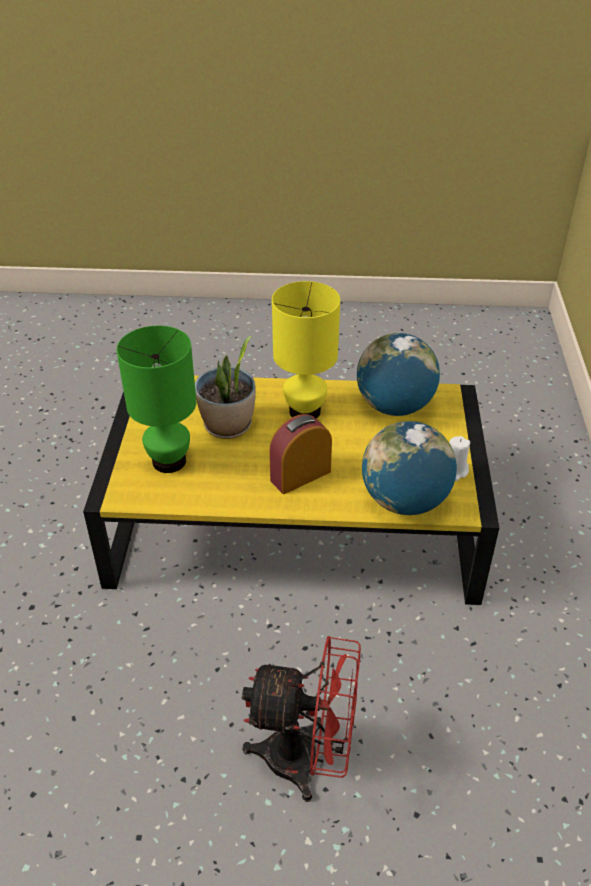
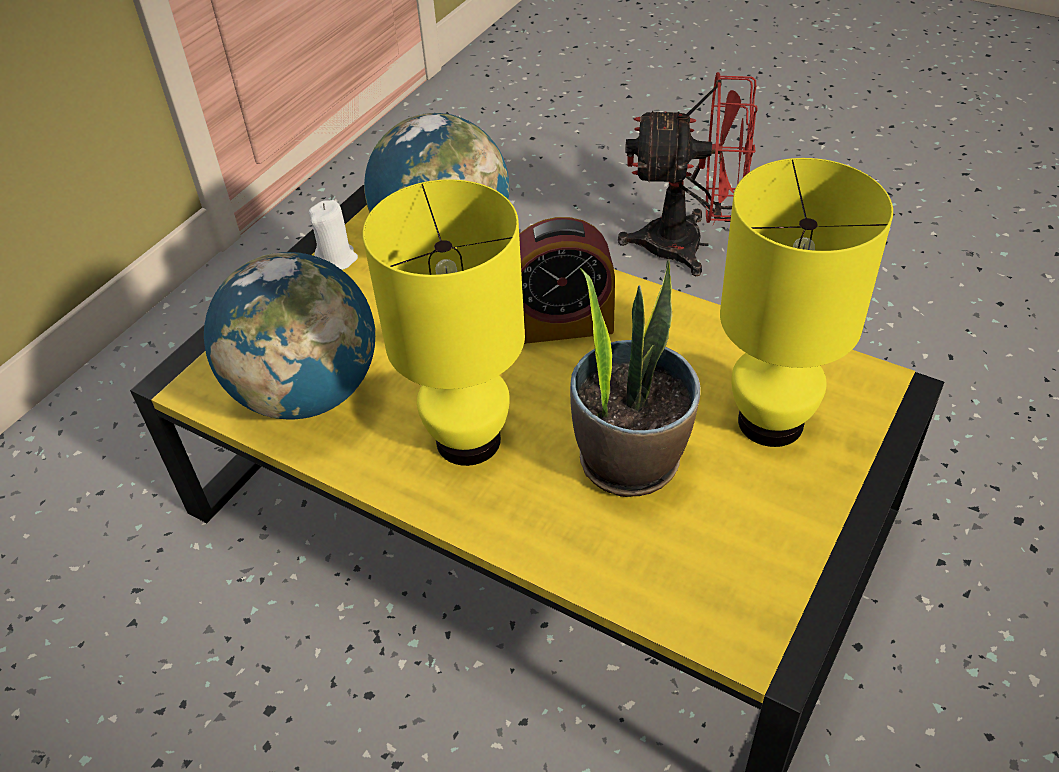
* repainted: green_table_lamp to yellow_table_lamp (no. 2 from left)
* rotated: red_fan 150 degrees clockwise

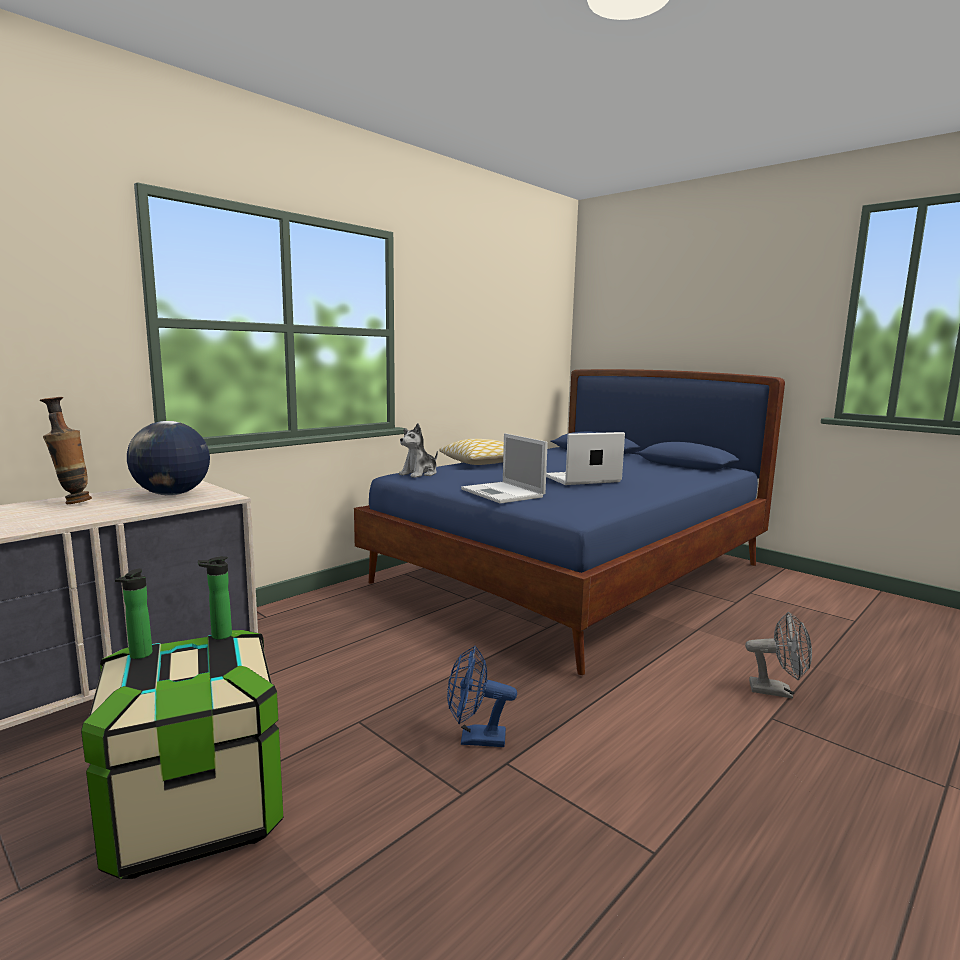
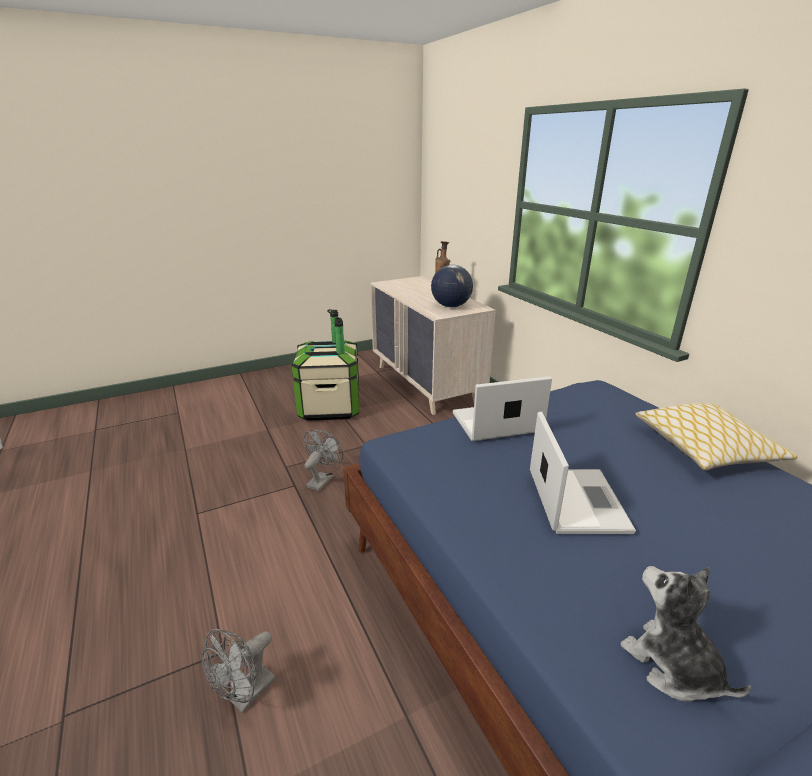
* shifted: plush_toy
* repainted: blue_fan to grey_fan (no. 2 from left)

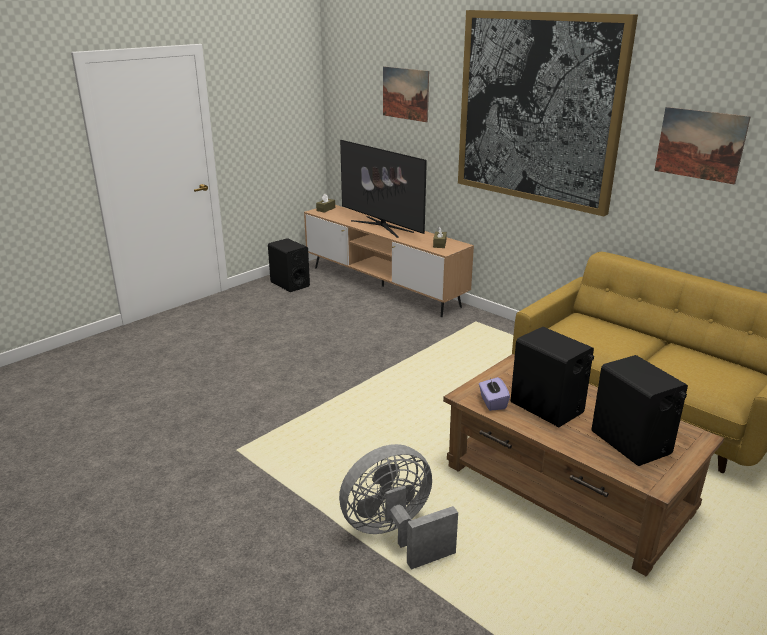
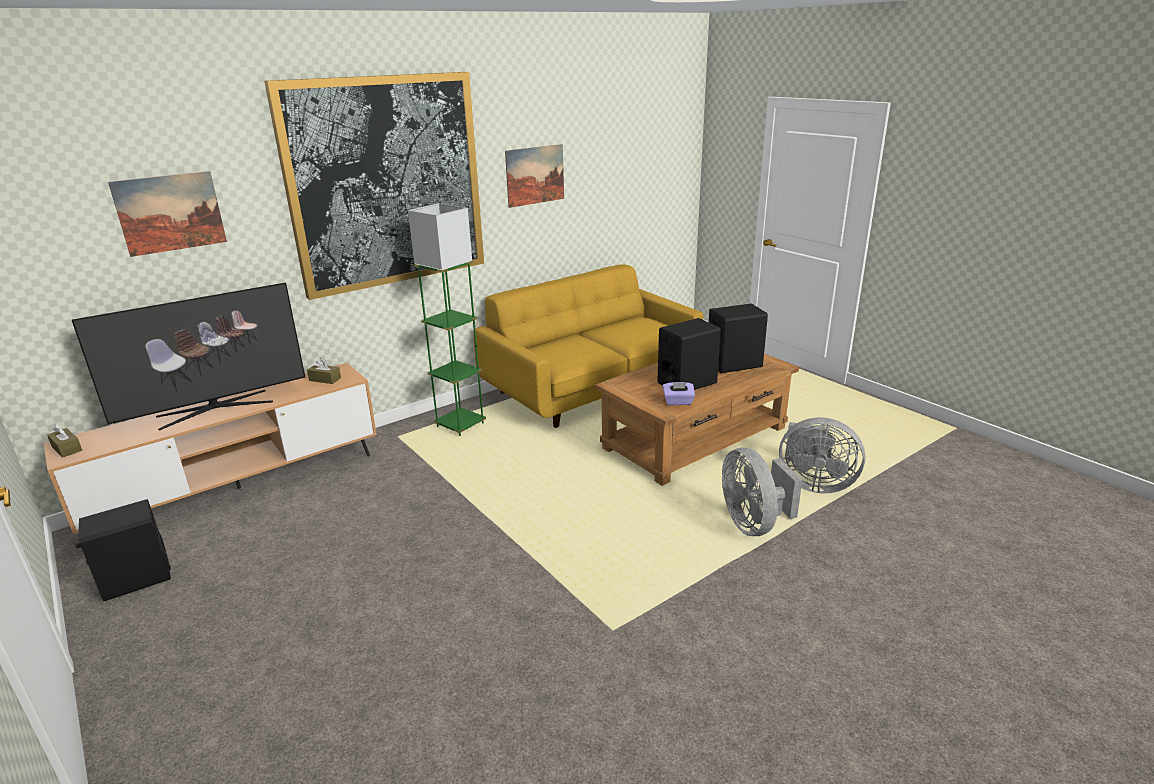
* new: green_floor_lamp
* new: grey_fan (no. 2 from left)

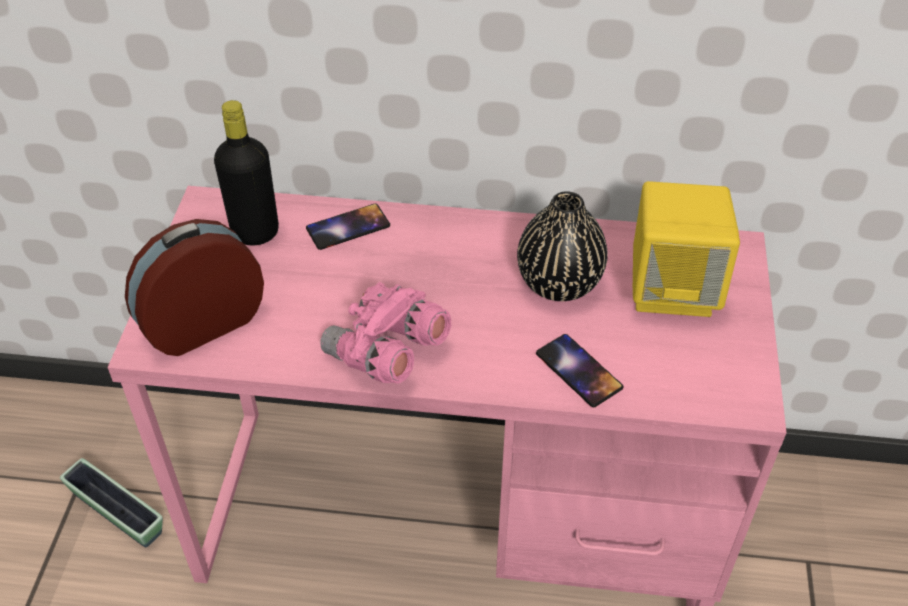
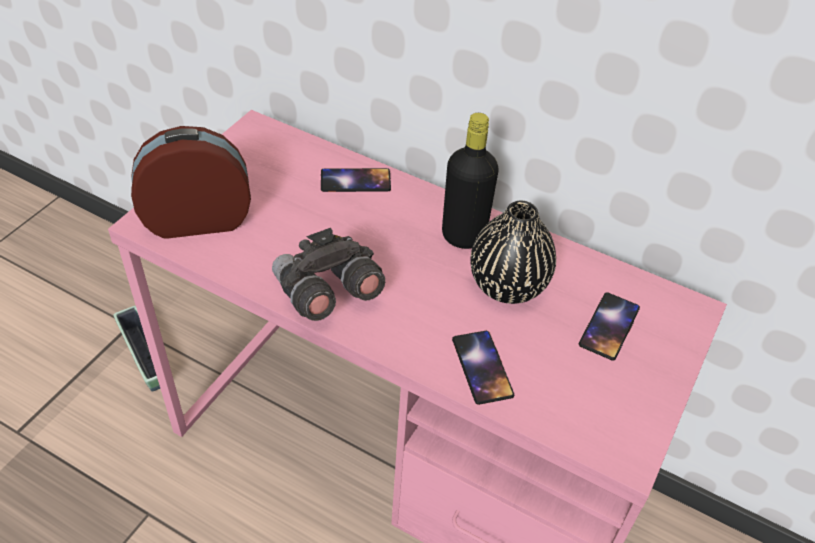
* shifted: black_bottle
* repainted: pink_binoculars to grey_binoculars
* swapped: yellow_speaker to phone (no. 3 from left)

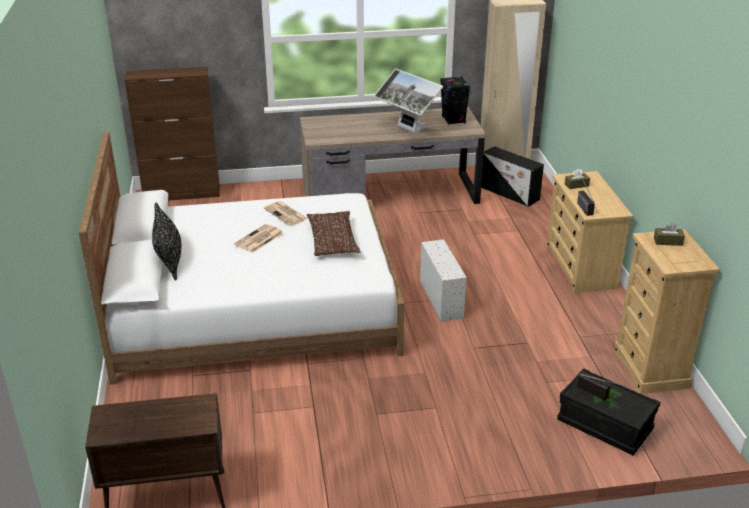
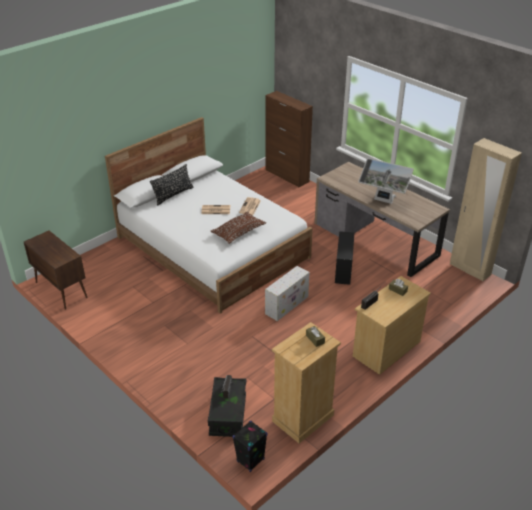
* rotated: monitor 75 degrees counterclockwise
* shifted: black_speaker
* shifted: black_storage_box (no. 1 from left in the first image) to black_storage_box (no. 2 from left)

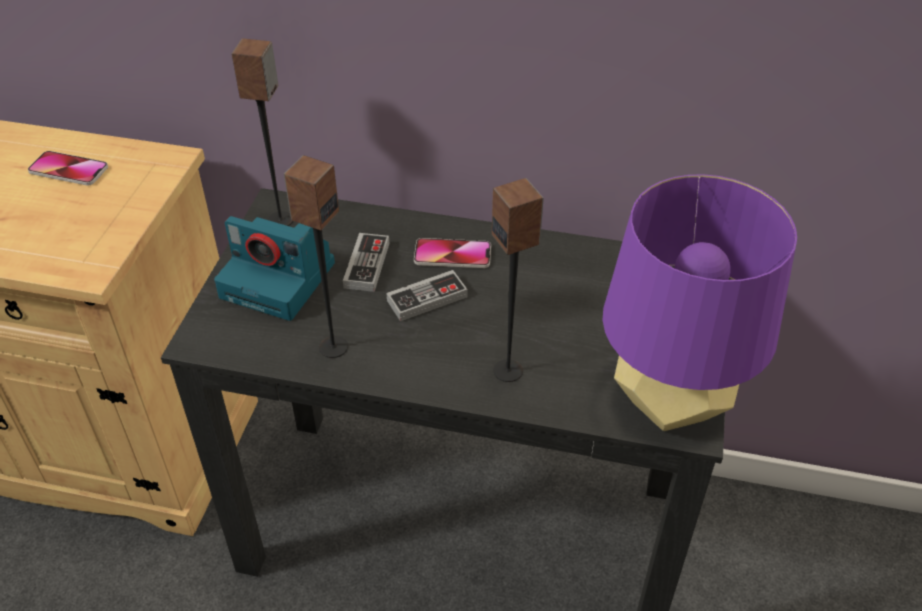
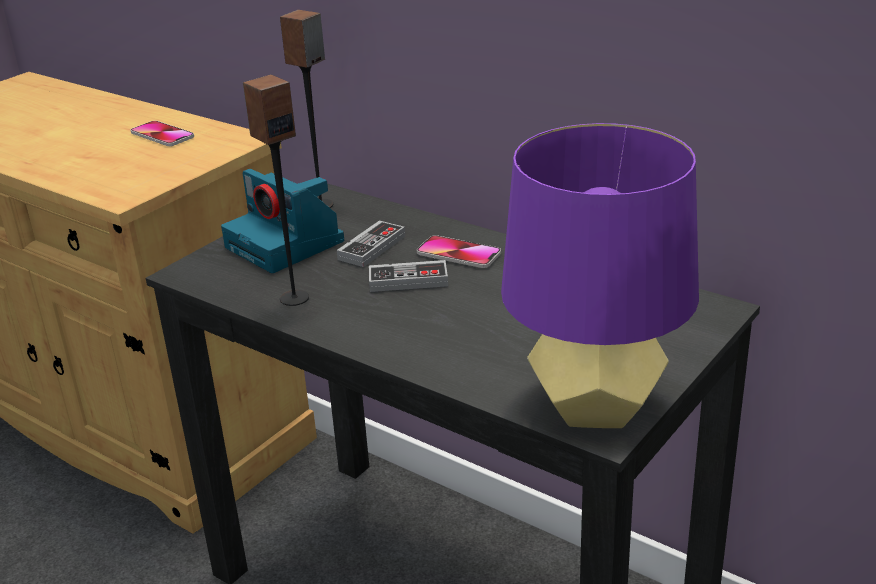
* gone: speaker (no. 3 from left)

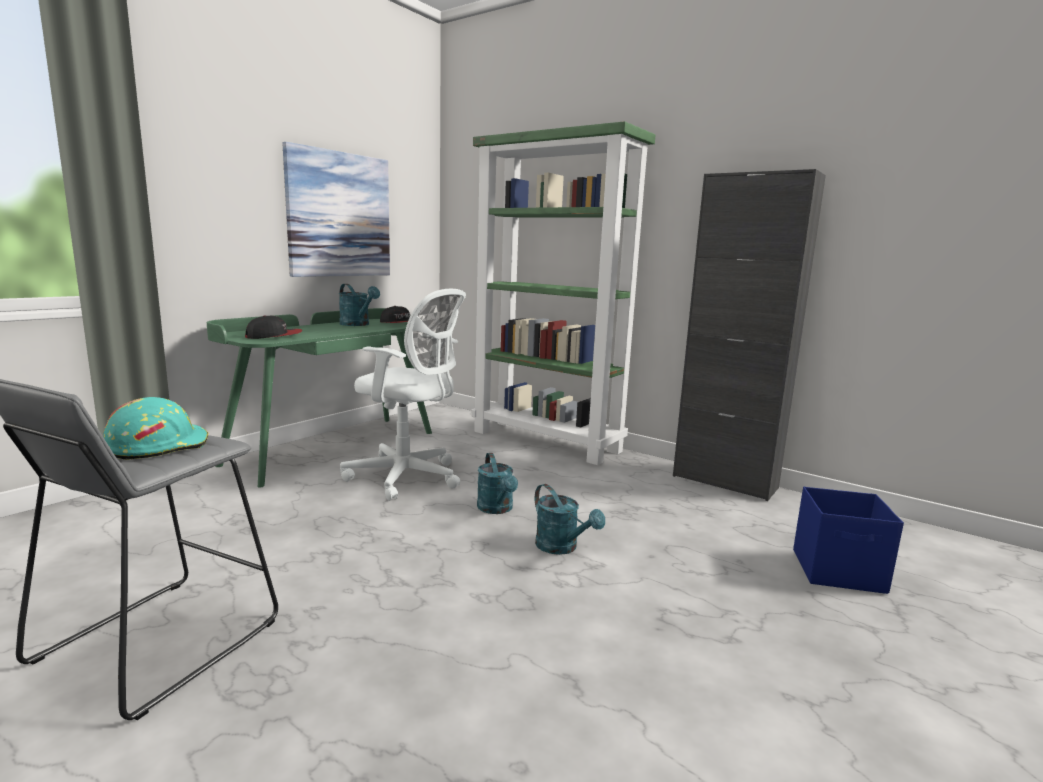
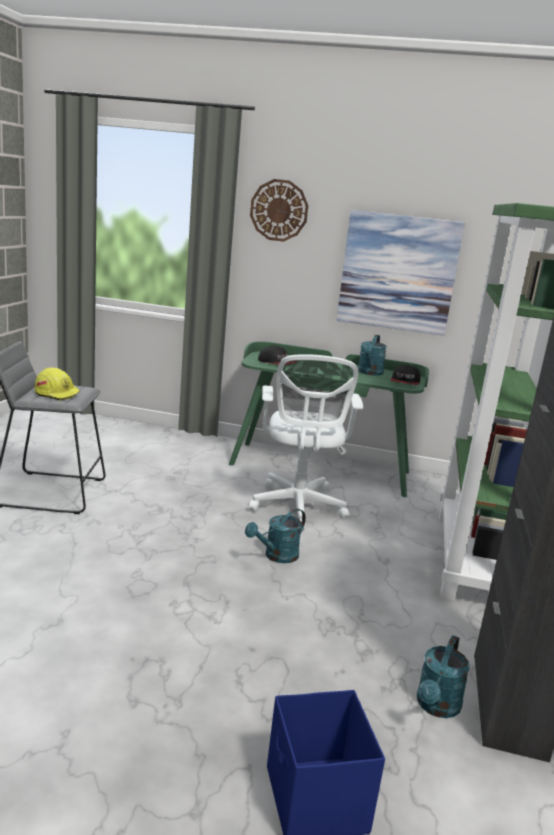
* repainted: turquoise_hard_hat to yellow_hard_hat
* shifted: turquoise_watering_can (no. 3 from left)
* new: wall_clock

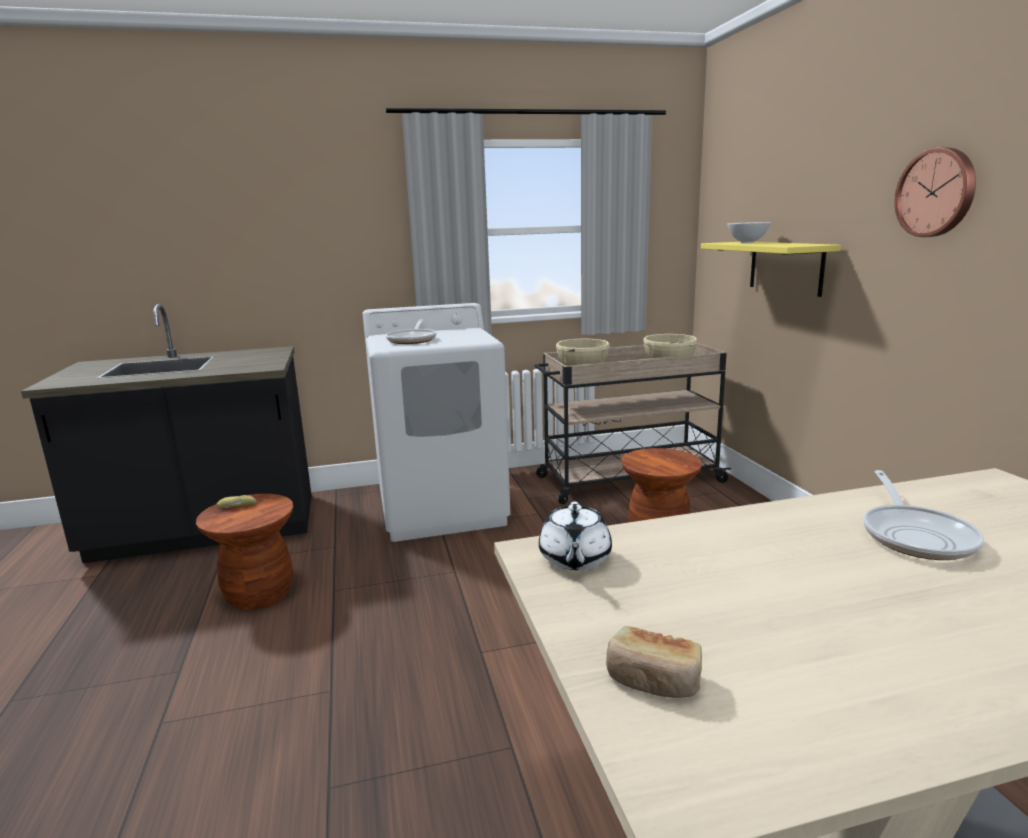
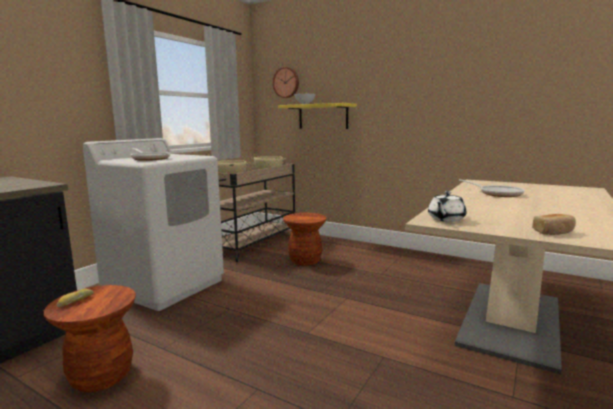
* rotated: white_teapot 75 degrees clockwise
* shifted: wall_clock

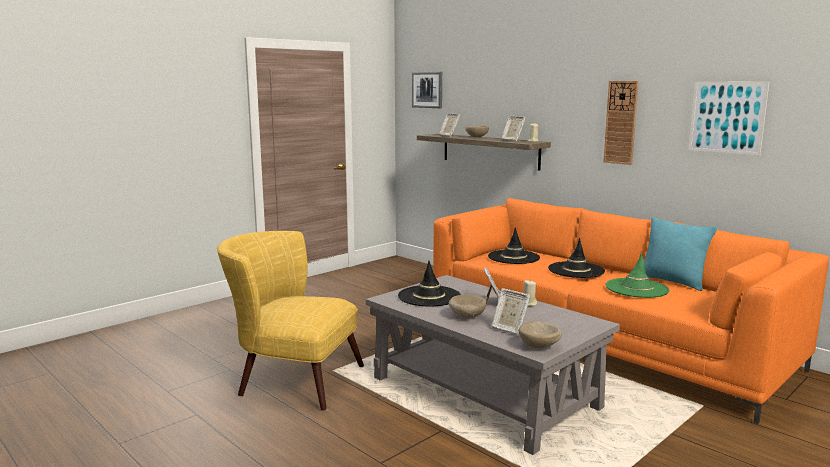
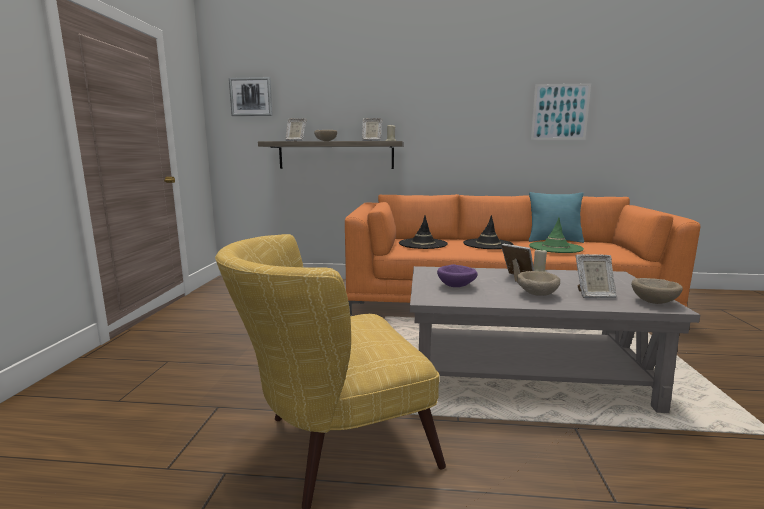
* swapped: black_hat (no. 1 from left) to purple_bowl
* gone: wall_clock

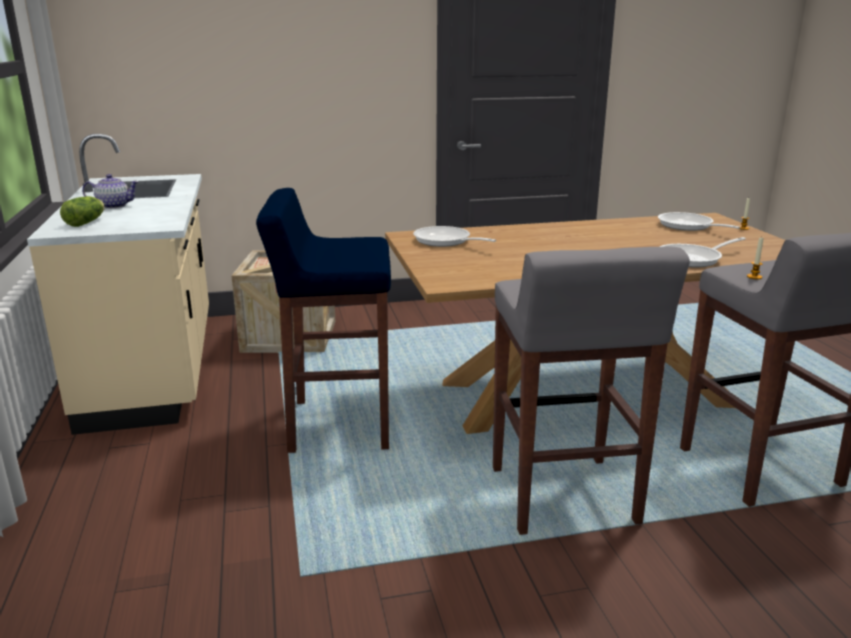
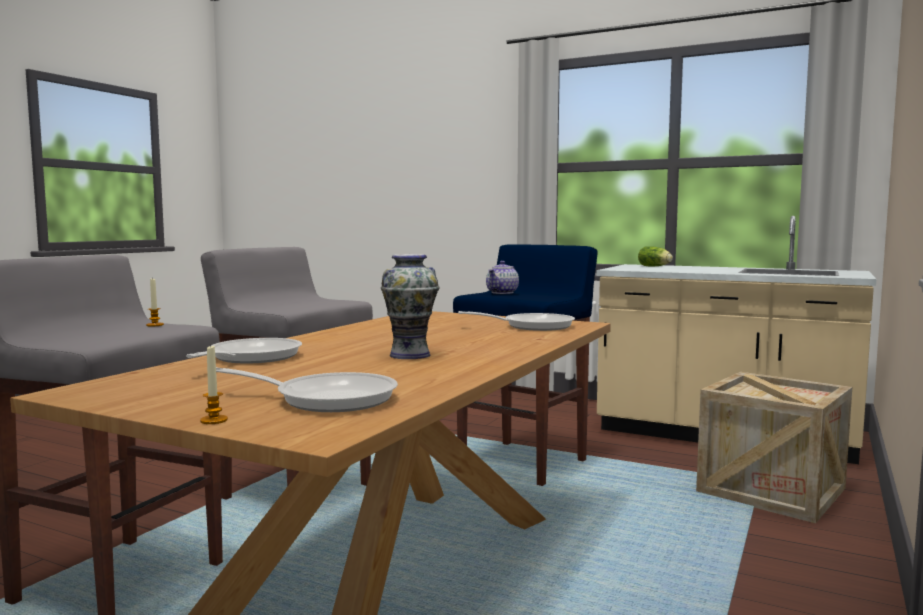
* shifted: teapot
* new: vase

